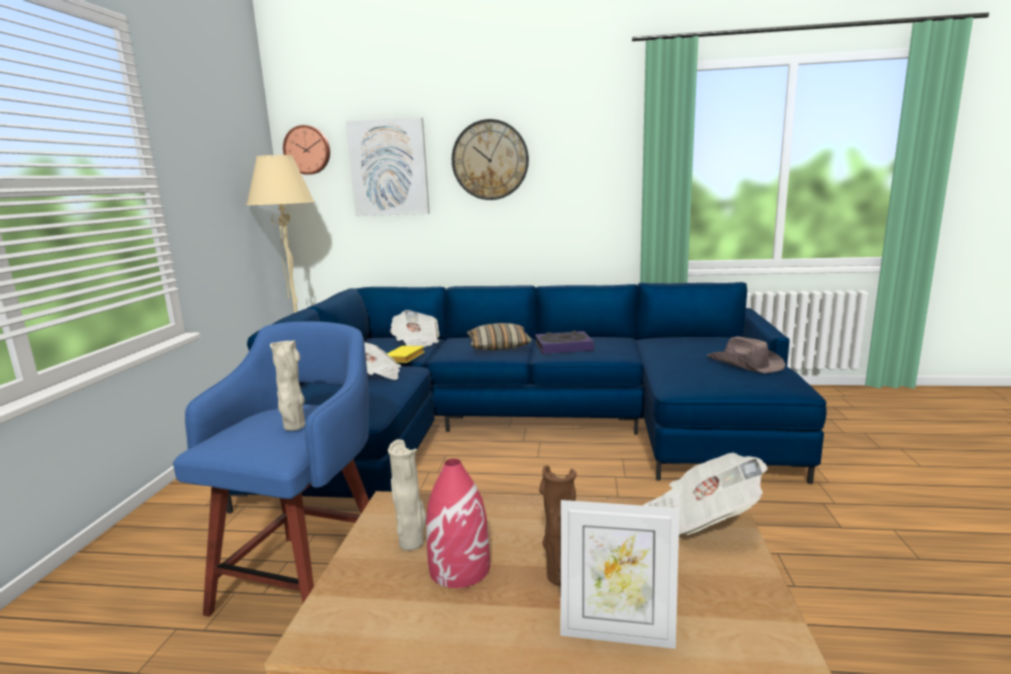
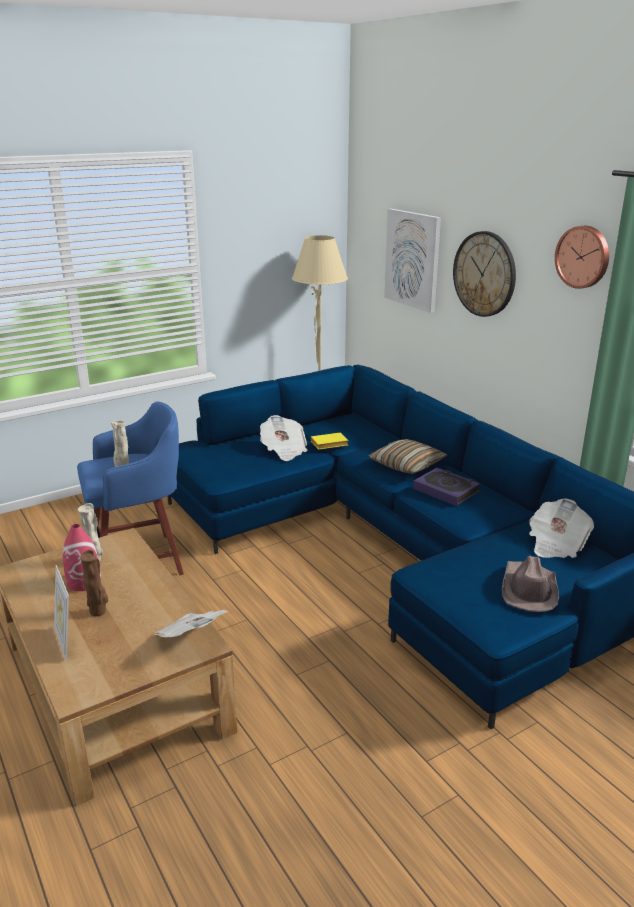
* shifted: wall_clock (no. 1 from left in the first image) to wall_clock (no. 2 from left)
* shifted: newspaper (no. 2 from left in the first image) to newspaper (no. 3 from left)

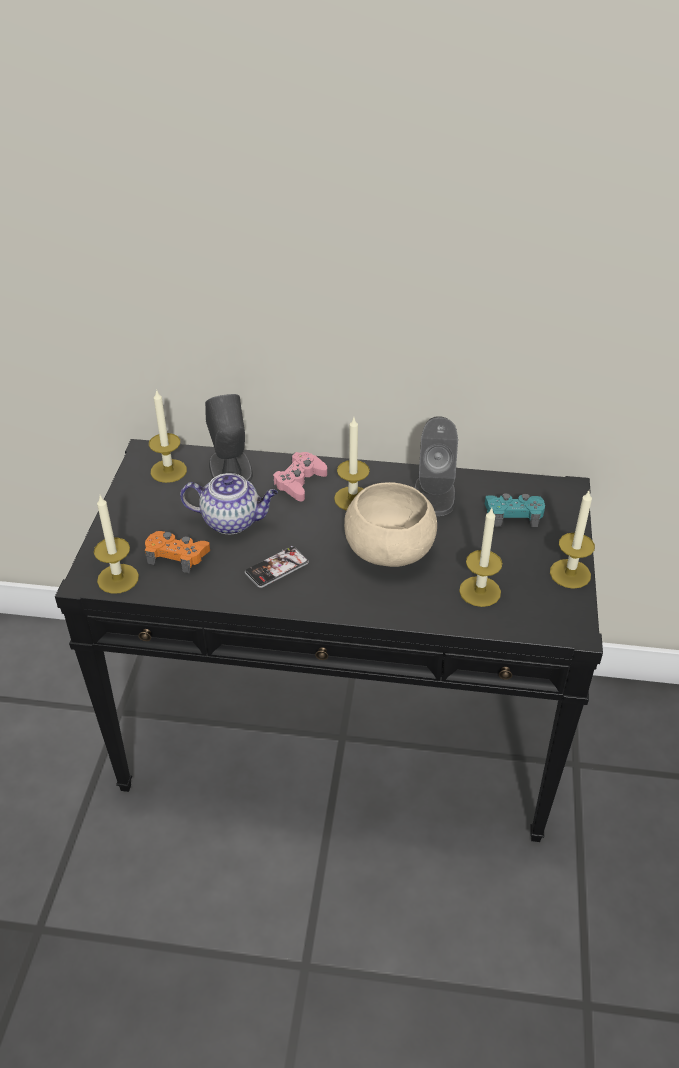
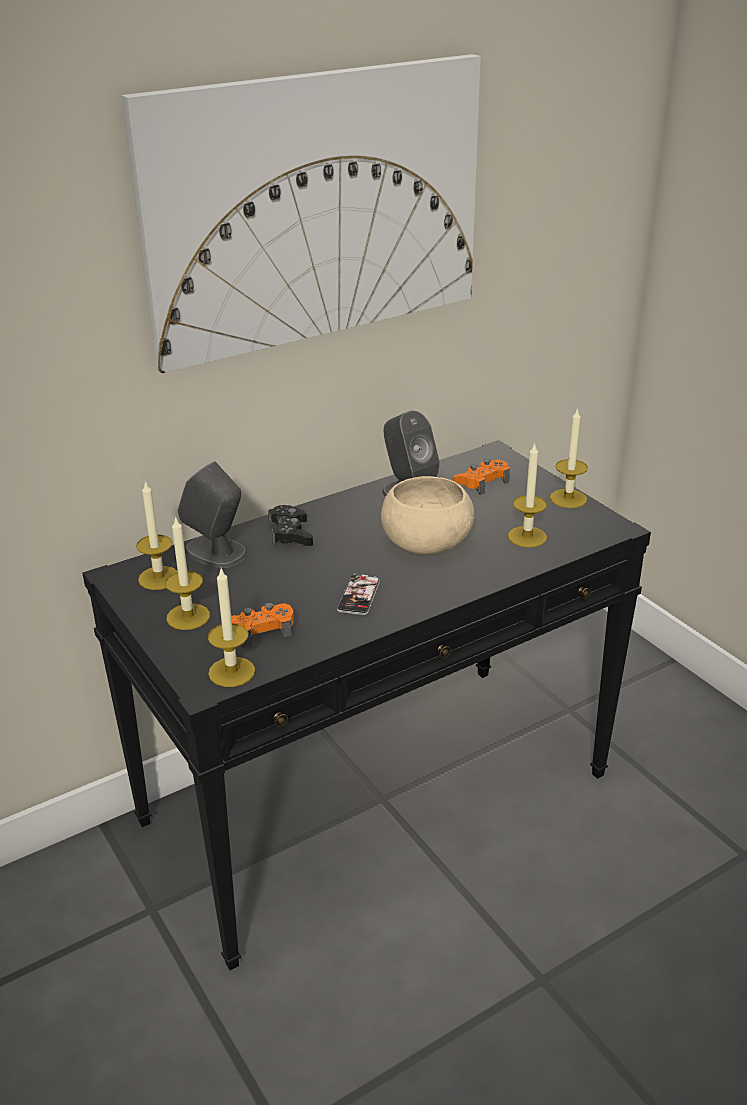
* gone: teapot
* repainted: pink_game_controller to black_game_controller
* shifted: candle (no. 3 from left in the first image) to candle (no. 2 from left)
* repainted: turquoise_game_controller to orange_game_controller (no. 2 from left)
* new: picture

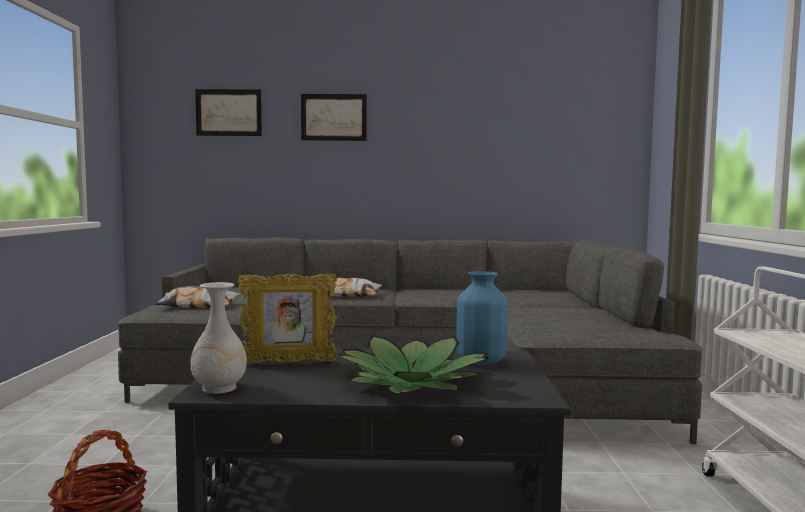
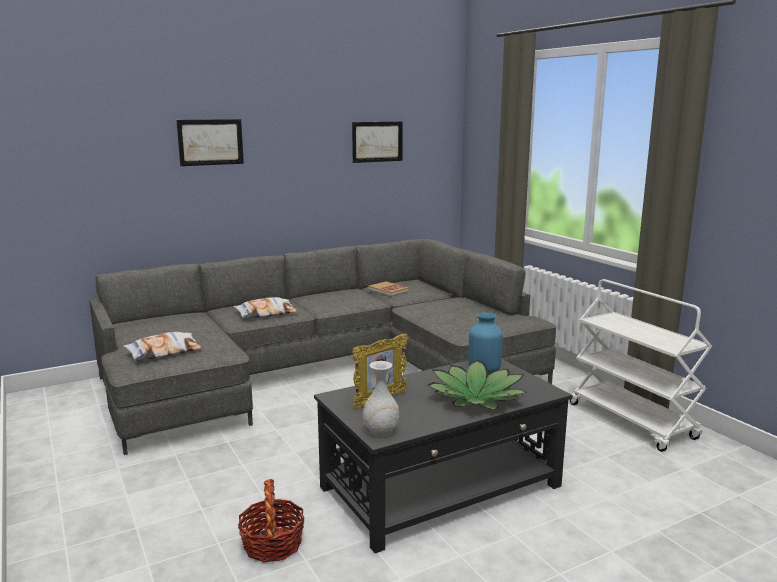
* shifted: picture (no. 1 from left in the first image) to picture (no. 2 from left)
* new: book

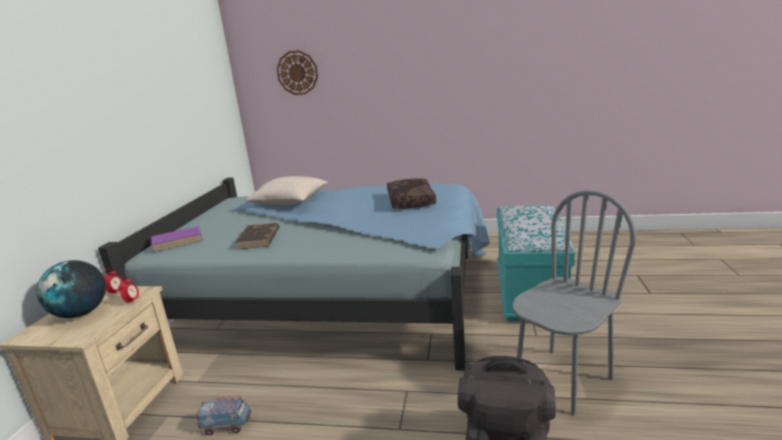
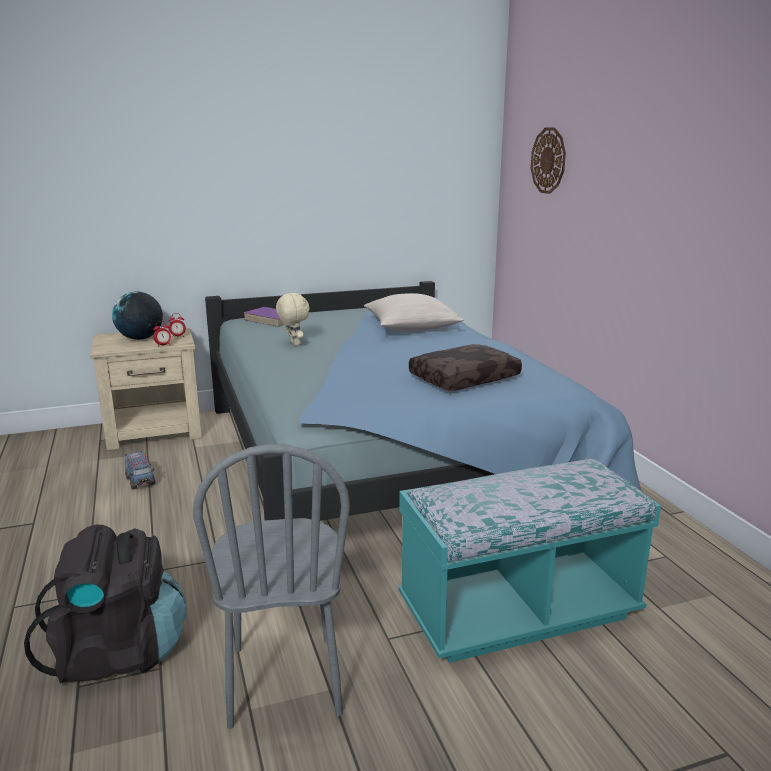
* swapped: brown_book to beige_plush_toy
* rotated: grey_chair 60 degrees clockwise

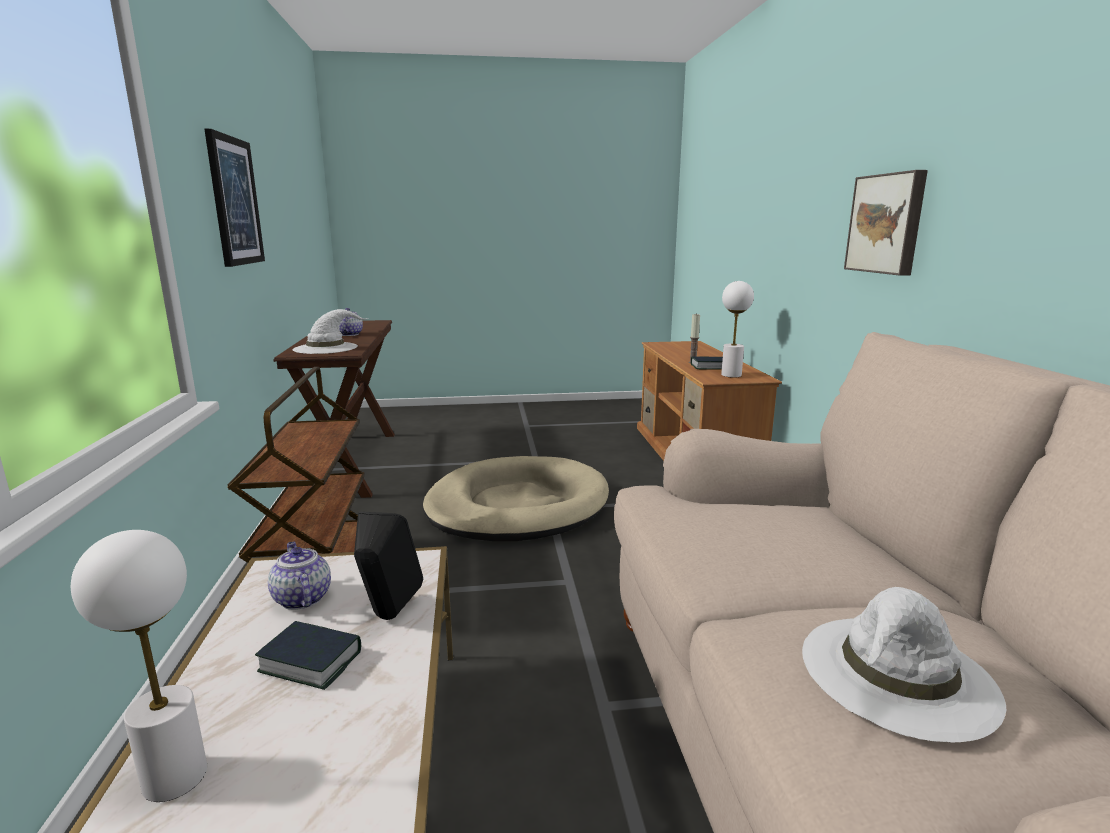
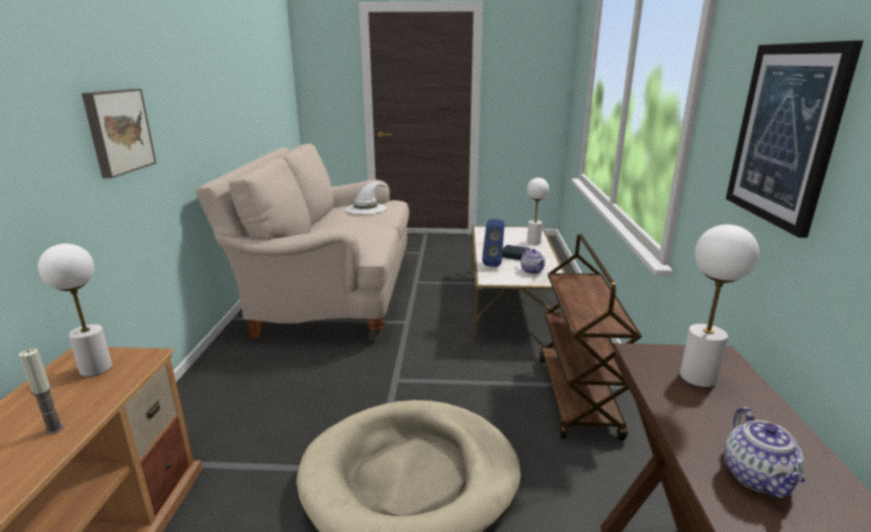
* swapped: white_hat (no. 1 from left) to white_table_lamp (no. 3 from left)
* repainted: black_speaker to blue_speaker
* gone: book (no. 2 from left)

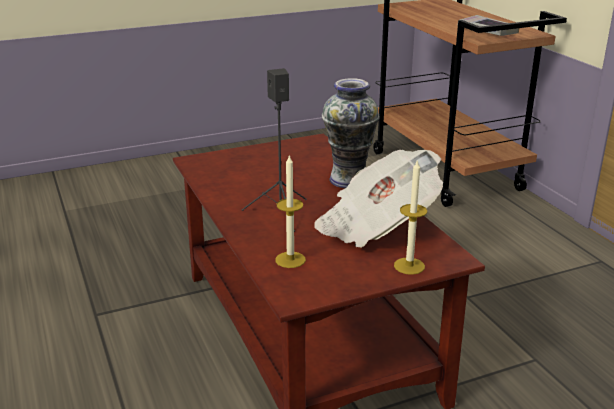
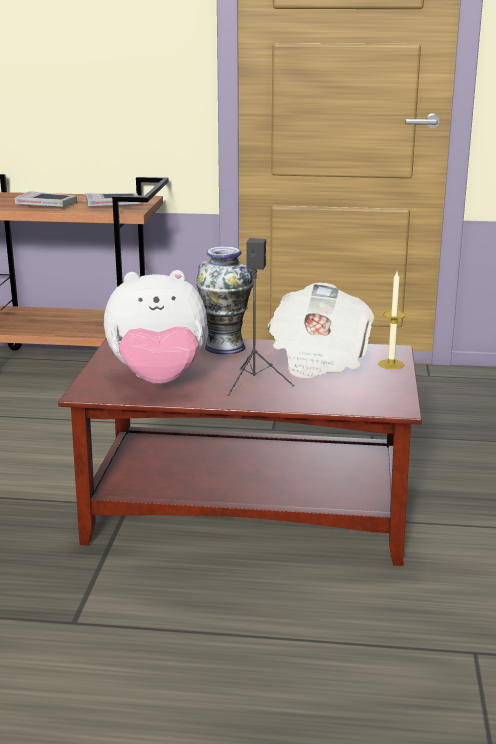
* gone: candle (no. 1 from left)
* new: book (no. 1 from left)
* new: plush_toy

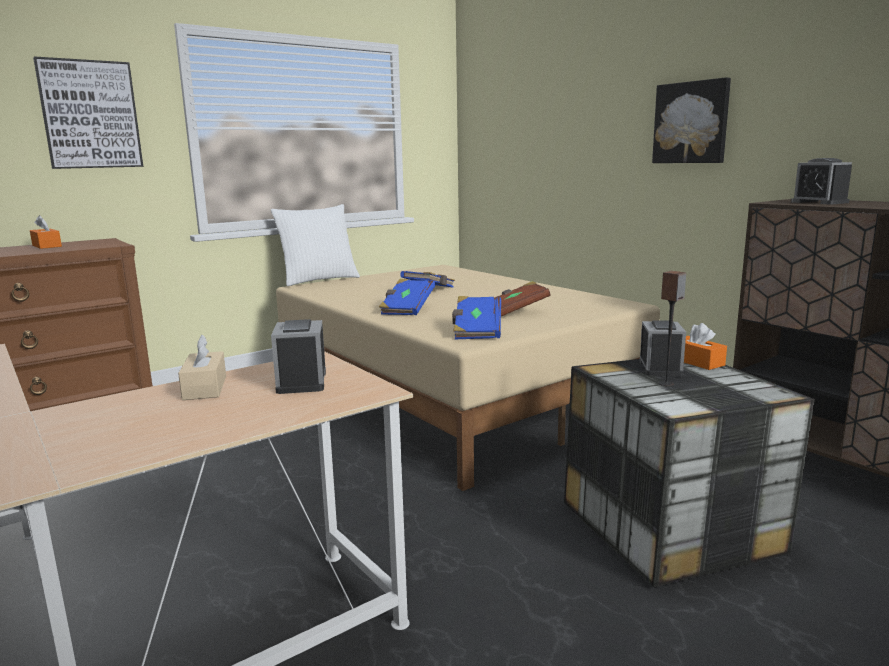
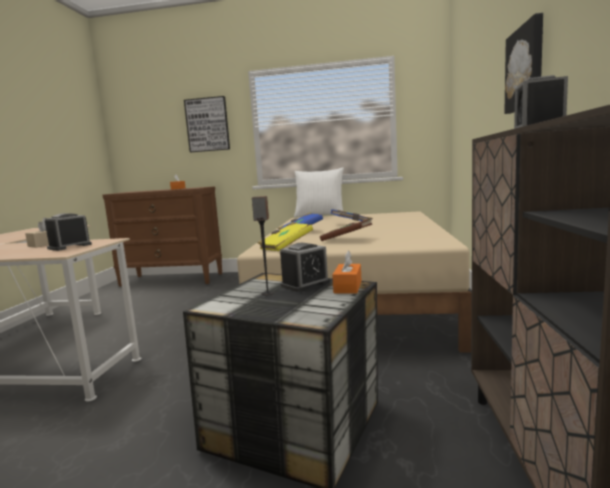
* repainted: blue_book (no. 3 from left) to yellow_book

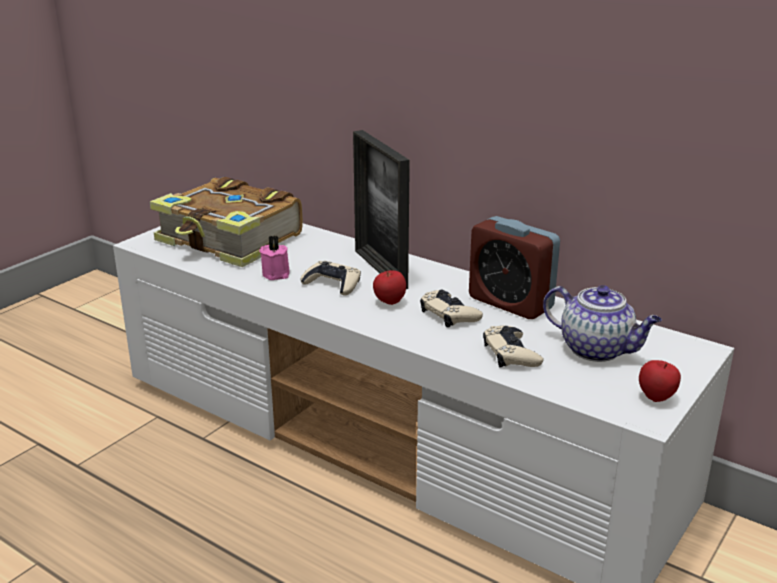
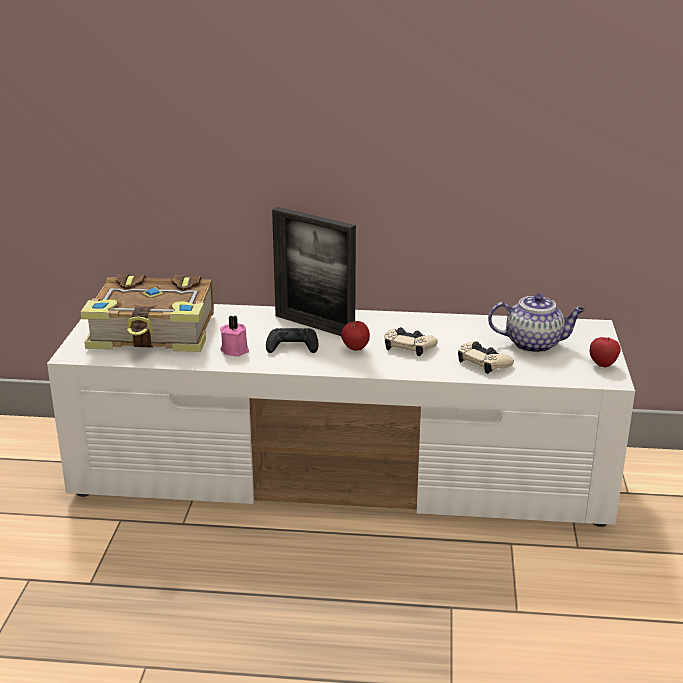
* repainted: beige_game_controller (no. 1 from left) to black_game_controller
* gone: alarm_clock

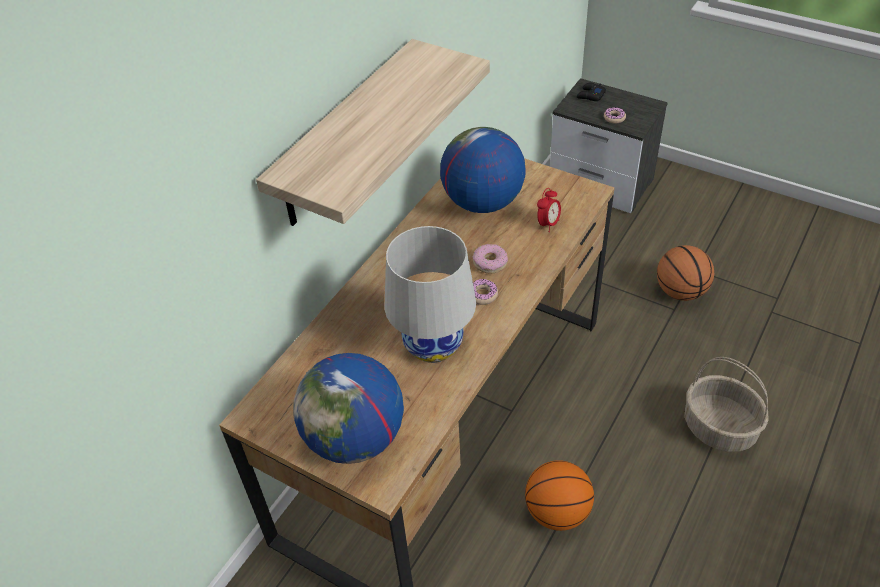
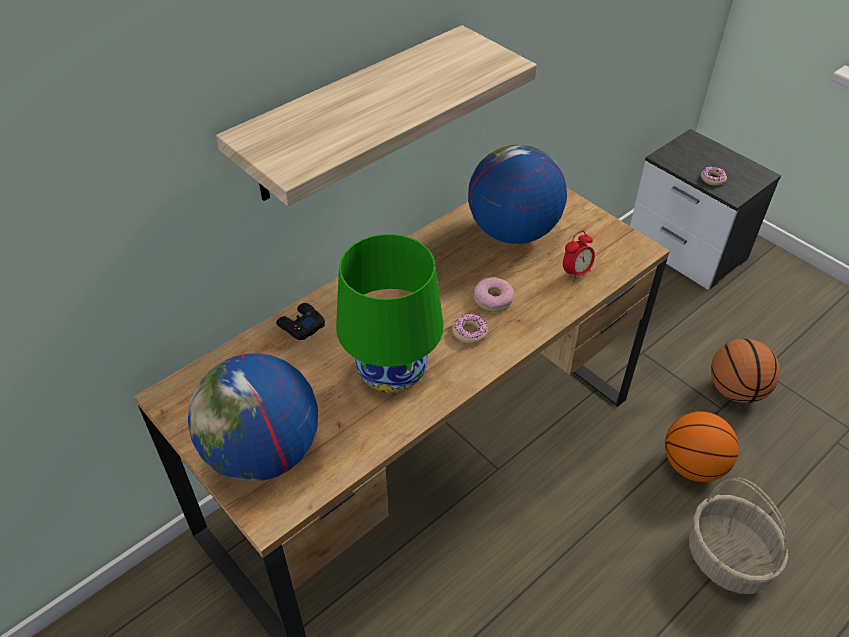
* repainted: white_table_lamp to green_table_lamp
* shifted: basketball (no. 1 from left)
* shifted: black_game_controller

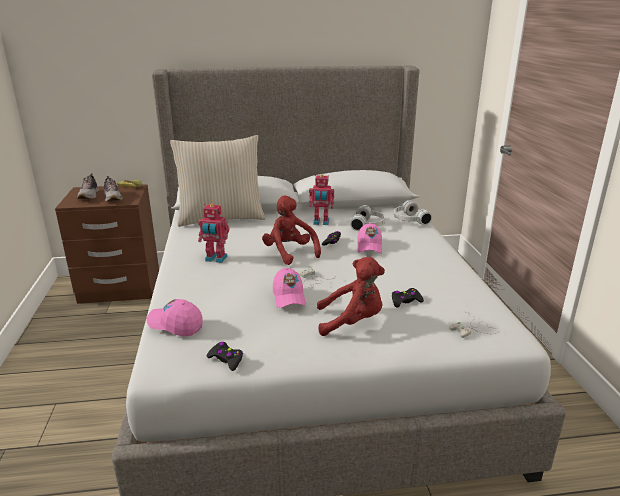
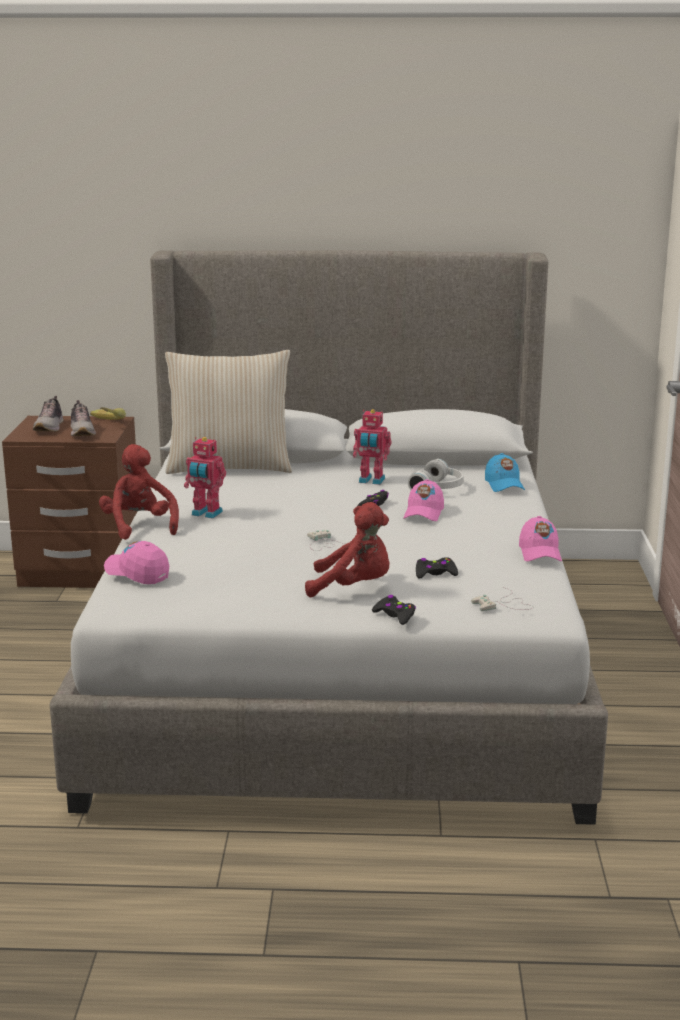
* shifted: black_game_controller (no. 1 from left in the first image) to black_game_controller (no. 2 from left)
* shifted: red_plush_toy (no. 1 from left)
* shifted: pink_cap (no. 2 from left in the first image) to pink_cap (no. 3 from left)
* swapped: white_headphones (no. 2 from left) to blue_cap

